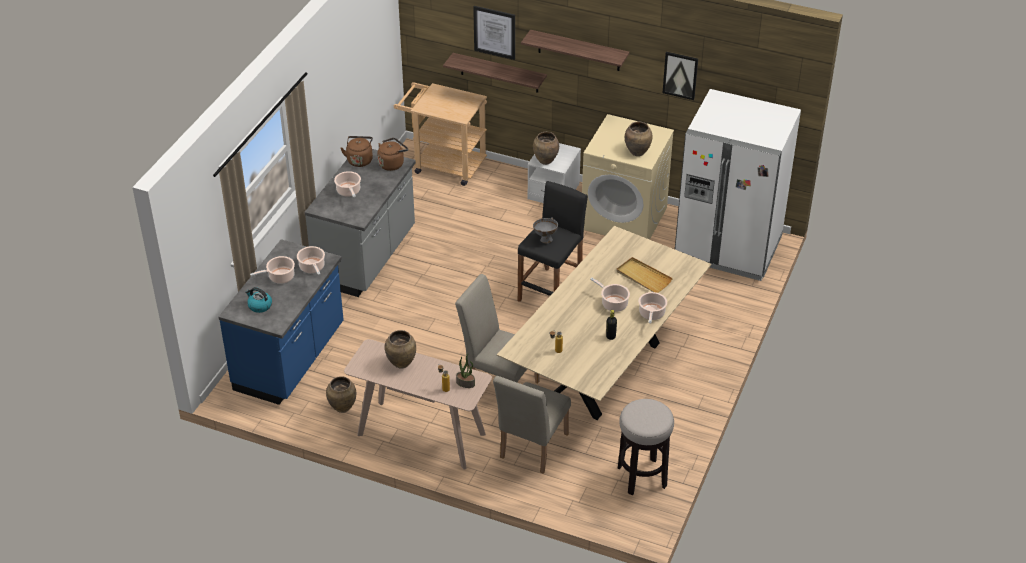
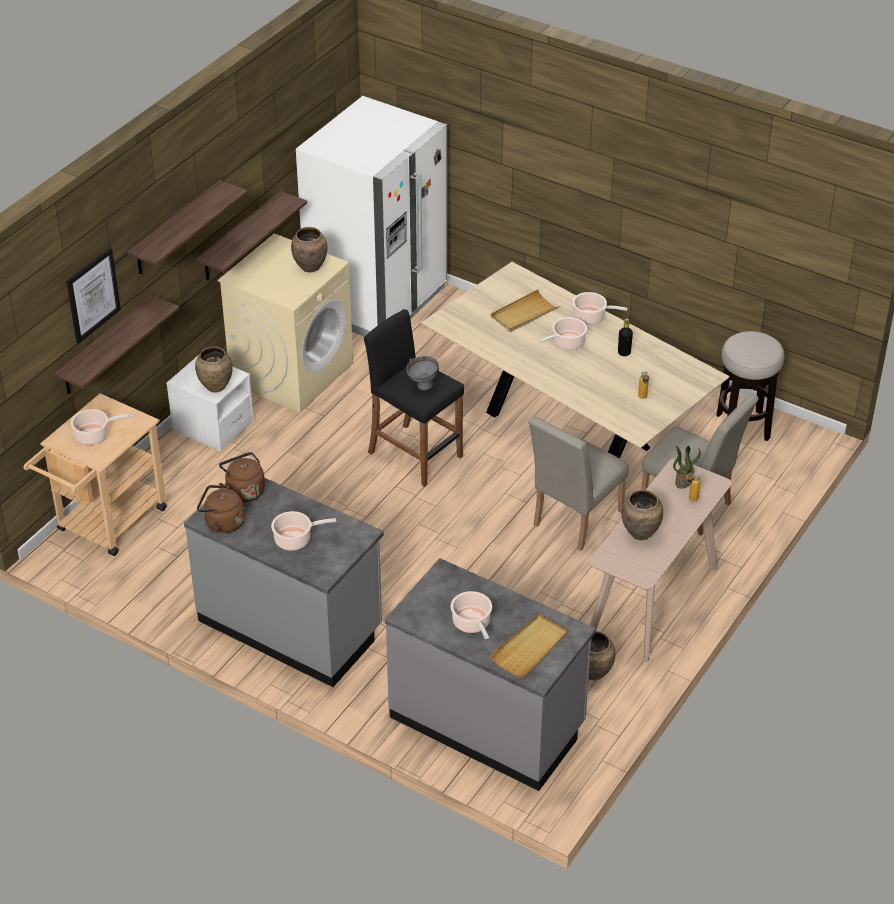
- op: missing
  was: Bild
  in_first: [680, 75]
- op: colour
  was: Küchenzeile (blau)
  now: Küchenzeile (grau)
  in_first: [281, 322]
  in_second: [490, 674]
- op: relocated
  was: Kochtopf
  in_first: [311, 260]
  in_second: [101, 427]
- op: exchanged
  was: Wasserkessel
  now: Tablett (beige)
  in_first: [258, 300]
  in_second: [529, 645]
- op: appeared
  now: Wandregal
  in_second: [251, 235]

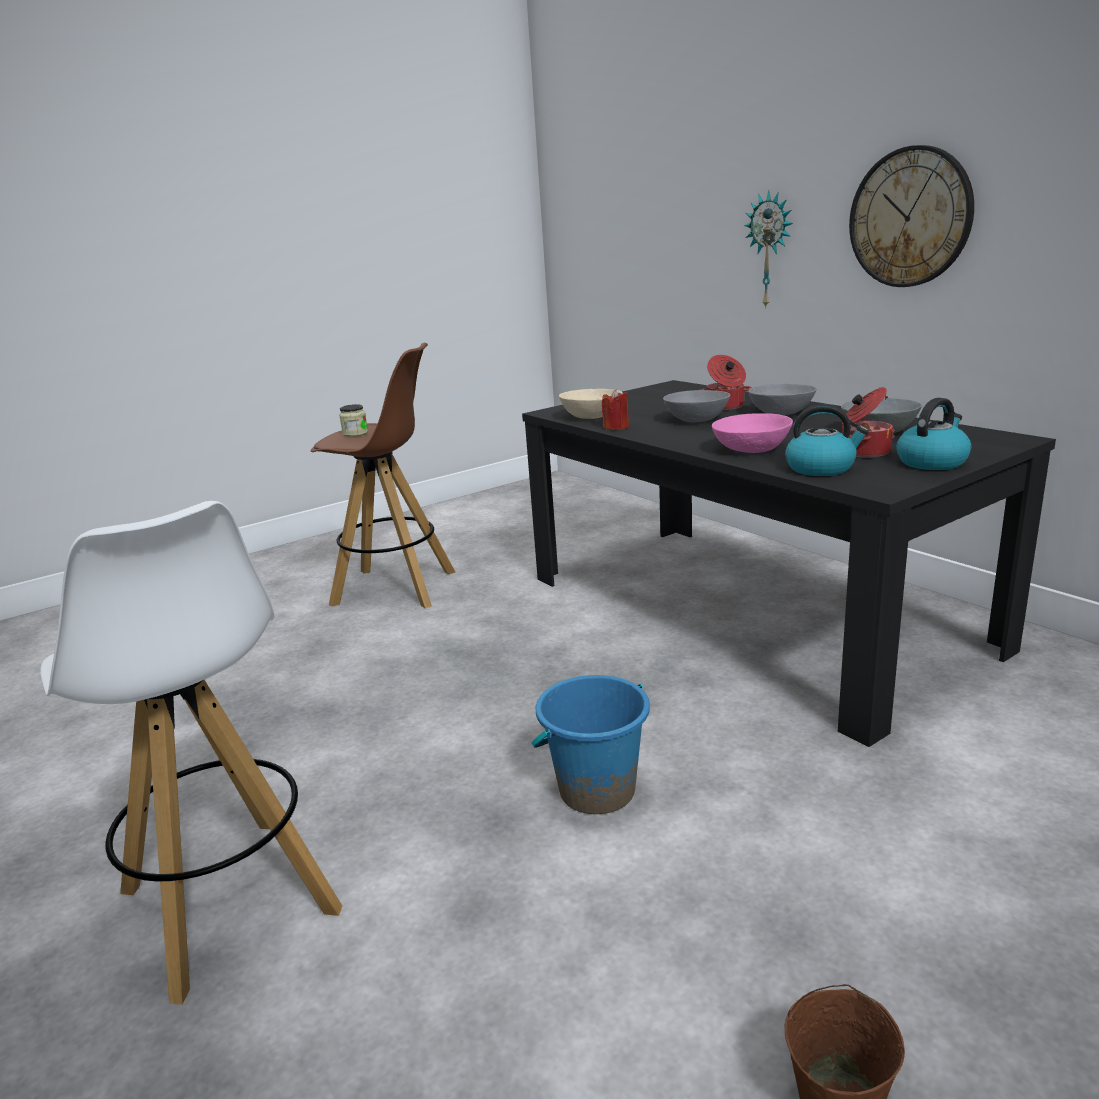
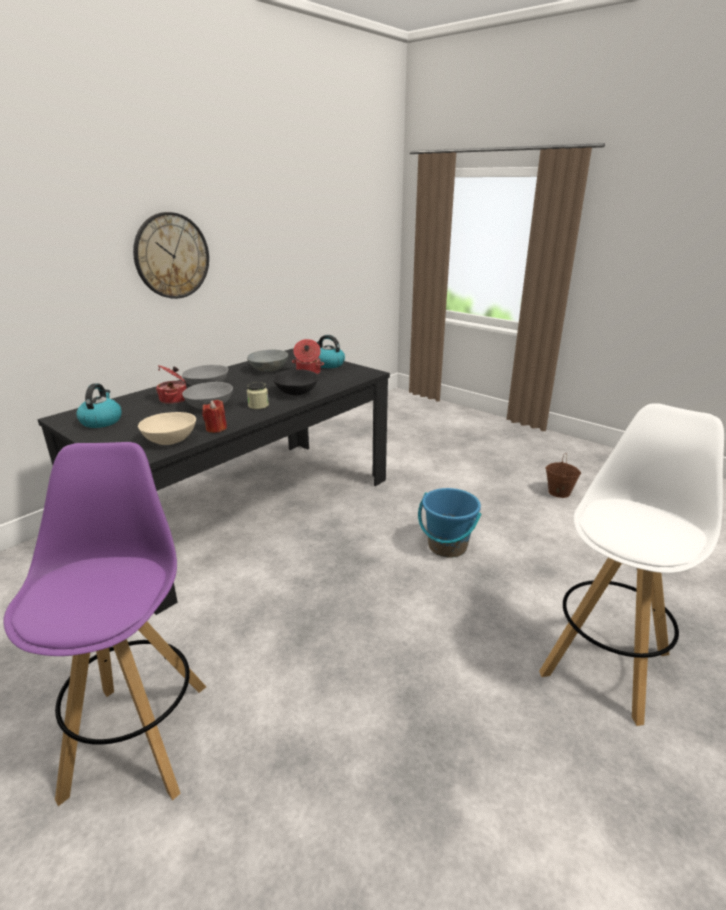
- op: missing
  was: Wanduhr
  in_first: [768, 250]
- op: colour
  was: Hocker (braun)
  now: Hocker (lila)
  in_first: [383, 475]
  in_second: [104, 624]
- op: relocated
  was: Vorratsglas
  in_first: [353, 420]
  in_second: [258, 395]
- op: relocated
  was: Wasserkessel
  in_first: [827, 440]
  in_second: [99, 405]
- op: colour
  was: Schüssel (rosa)
  now: Schüssel (schwarz)
  in_first: [752, 433]
  in_second: [295, 382]

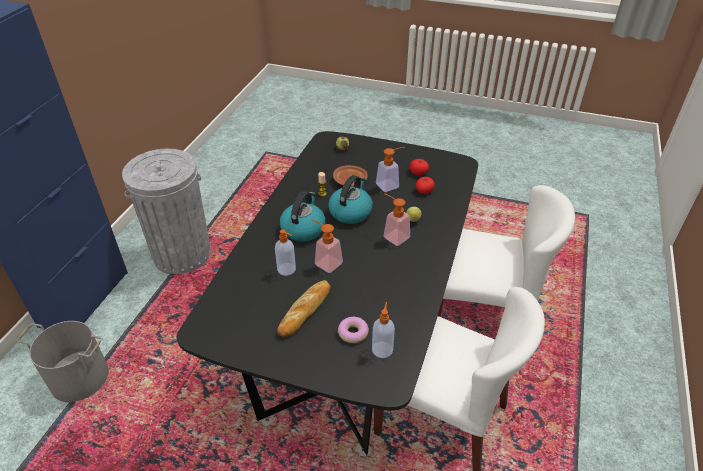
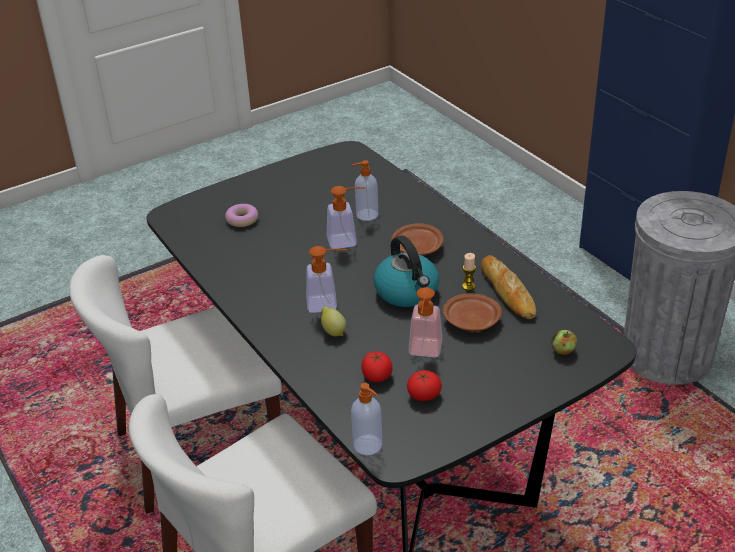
- op: exchanged
  was: Wasserkessel
  now: Teller (braun)
  in_first: [303, 216]
  in_second: [417, 239]
- op: relocated
  was: Brot
  in_first: [304, 308]
  in_second: [508, 287]
- op: relocated
  was: Seifenspender
  in_first: [383, 330]
  in_second: [366, 419]
- op: missing
  was: Eimer (grau)
  in_first: [62, 362]

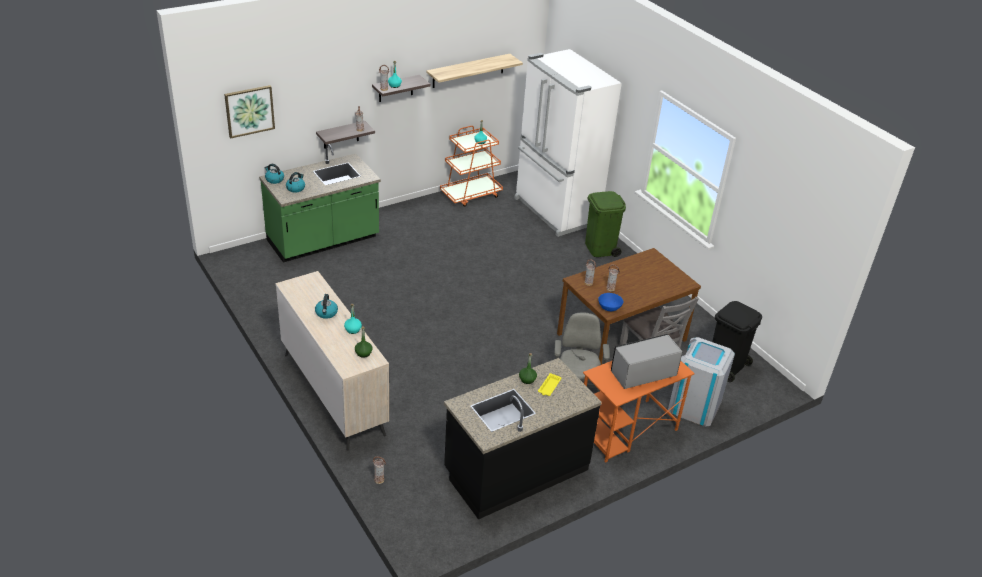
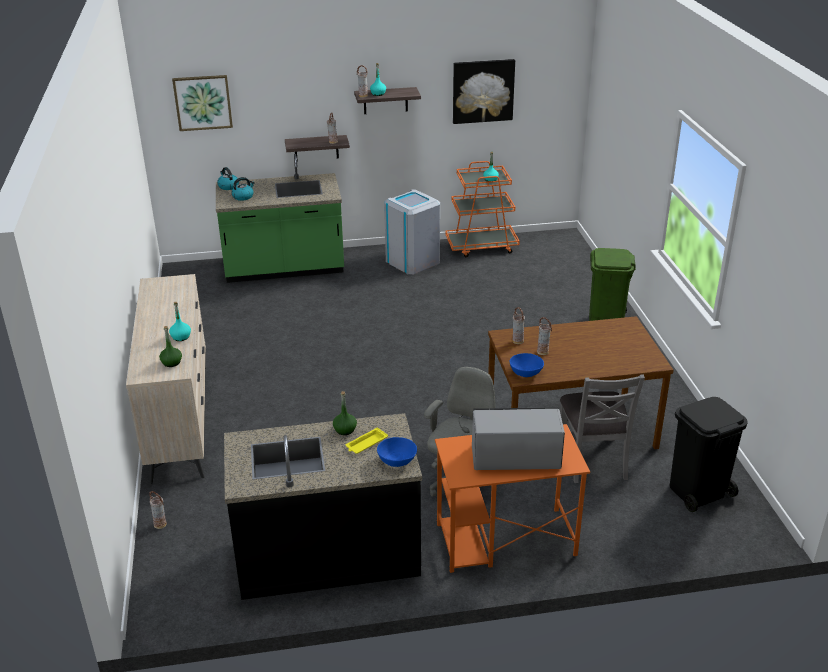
- op: missing
  was: Kühlschrank (weiß)
  in_first: [568, 143]
- op: exchanged
  was: Wandregal
  now: Bild
  in_first: [474, 71]
  in_second: [484, 91]
- op: missing
  was: Wasserkessel
  in_first: [326, 306]
- op: relocated
  was: Mülleimer (grau)
  in_first: [701, 382]
  in_second: [412, 232]
- op: appeared
  now: Schüssel (blau)
  in_second: [397, 452]

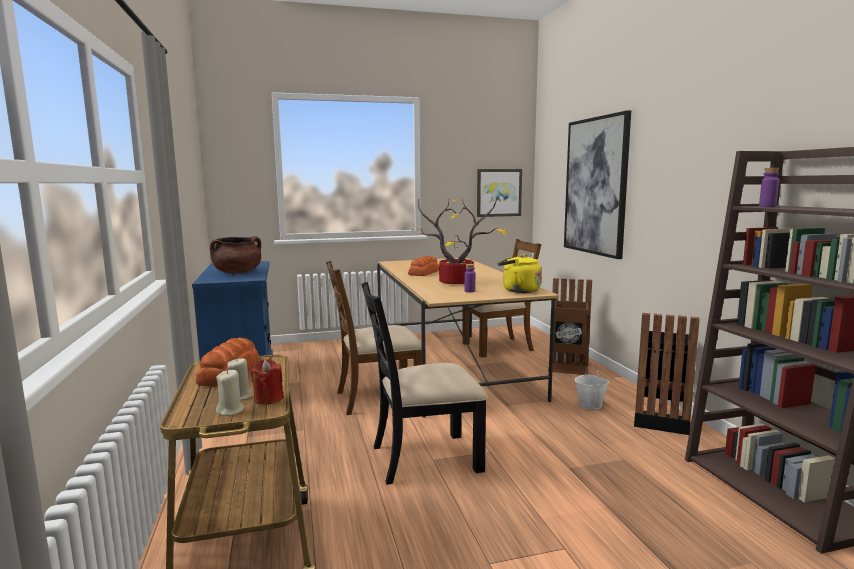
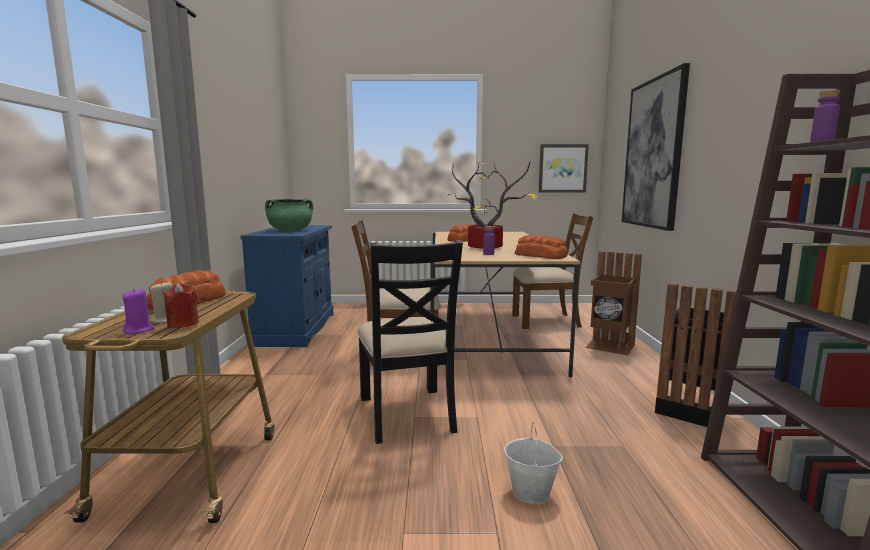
- op: colour
  was: Kochtopf (braun)
  now: Kochtopf (grün)
  in_first: [235, 254]
  in_second: [289, 215]
- op: exchanged
  was: Wasserkessel (gelb)
  now: Brot
  in_first: [520, 274]
  in_second: [541, 247]
- op: spun
  was: Stuhl (schwarz)
  in_first: [424, 383]
  in_second: [410, 342]
  clockwise: -105
- op: relocated
  was: Eimer (weiß)
  in_first: [592, 386]
  in_second: [533, 463]
- op: colour
  was: Kerze (beige)
  now: Kerze (lila)
  in_first: [230, 393]
  in_second: [138, 311]

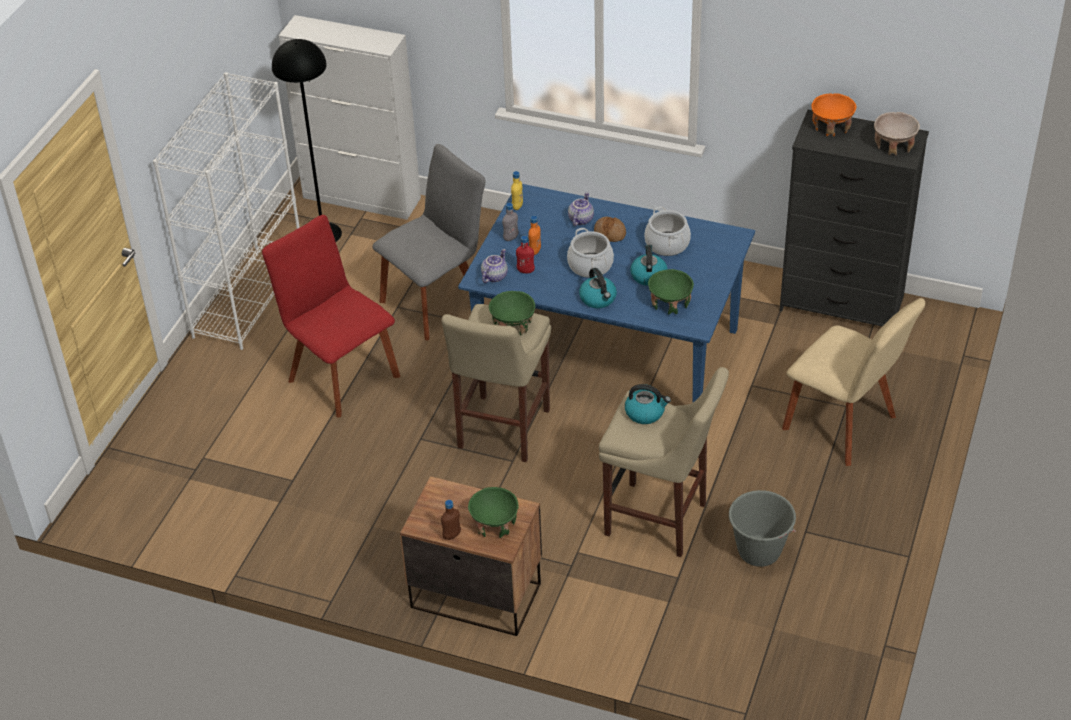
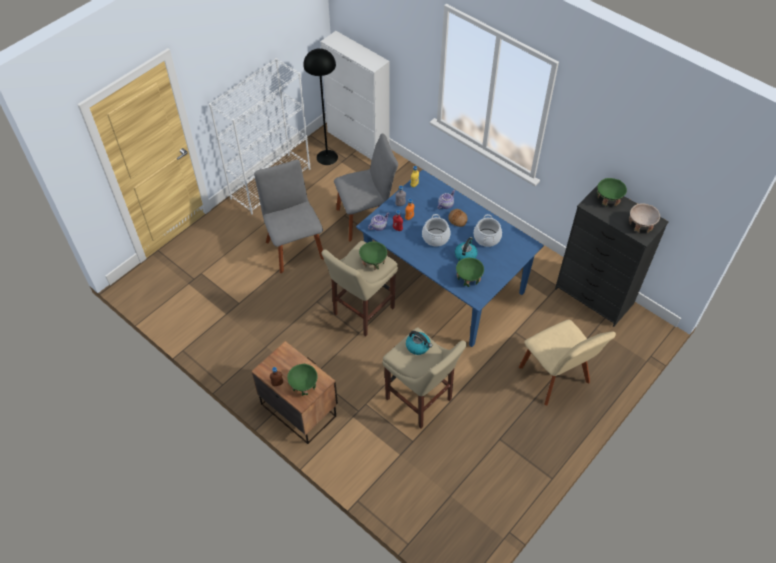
- op: colour
  was: Schüssel (orange)
  now: Schüssel (grün)
  in_first: [833, 114]
  in_second: [612, 192]
- op: colour
  was: Stuhl (rot)
  now: Stuhl (grau)
  in_first: [331, 316]
  in_second: [289, 216]
- op: missing
  was: Wasserkessel
  in_first: [598, 288]
- op: missing
  was: Eimer (grau)
  in_first: [762, 528]

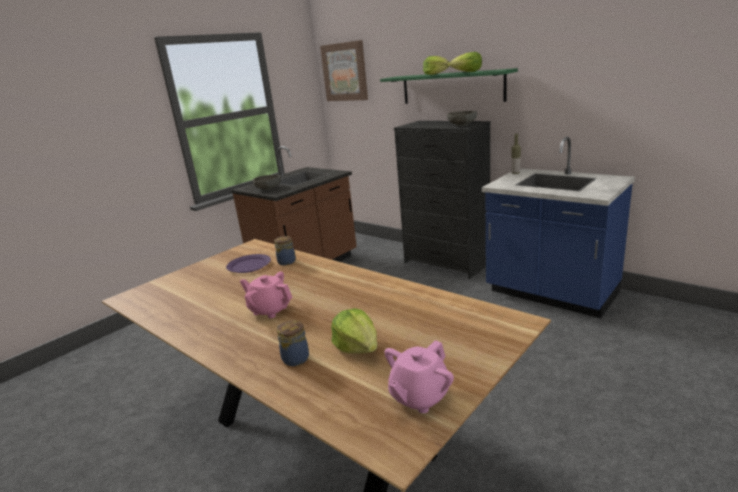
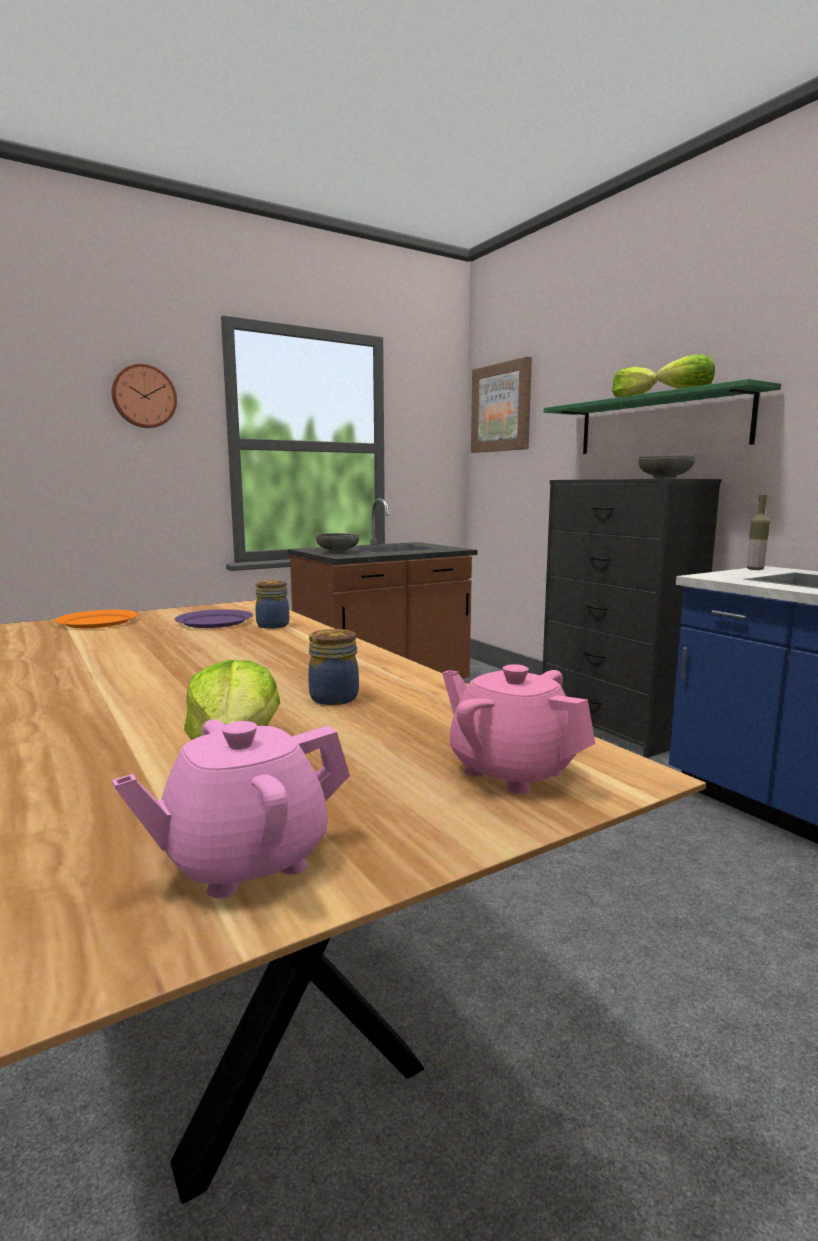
- op: relocated
  was: Teekanne (rosa)
  in_first: [266, 295]
  in_second: [518, 729]
- op: relocated
  was: Vorratsglas
  in_first: [293, 343]
  in_second: [333, 667]
- op: appeared
  now: Wanduhr
  in_second: [144, 396]
- op: appeared
  now: Teller (orange)
  in_second: [96, 619]

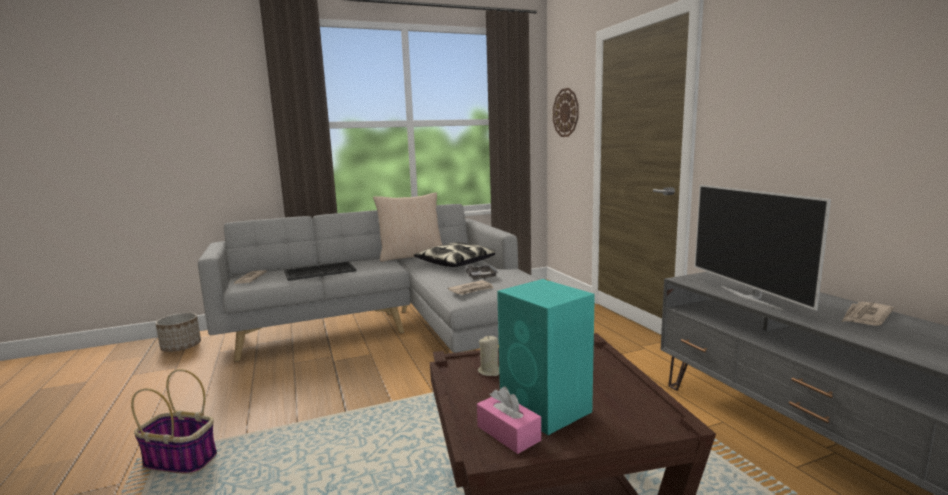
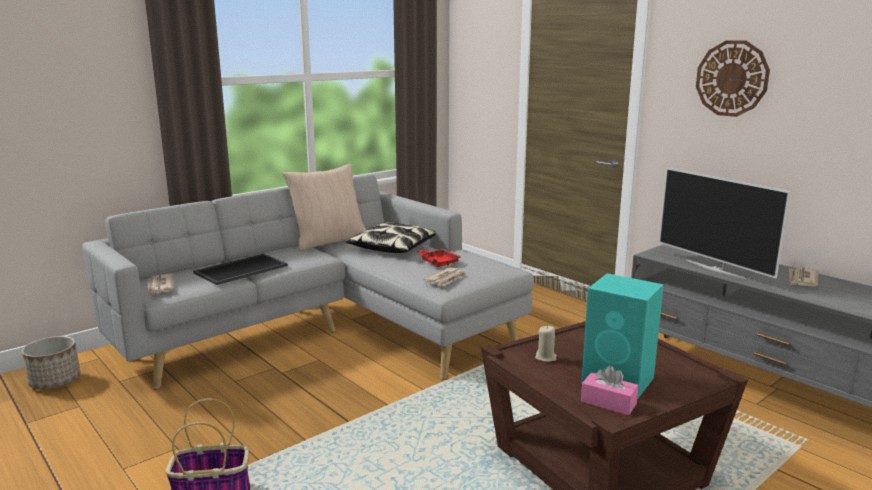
- op: relocated
  was: Wanduhr
  in_first: [566, 112]
  in_second: [733, 78]
- op: colour
  was: Tablett (grau)
  now: Tablett (rot)
  in_first: [482, 272]
  in_second: [439, 258]

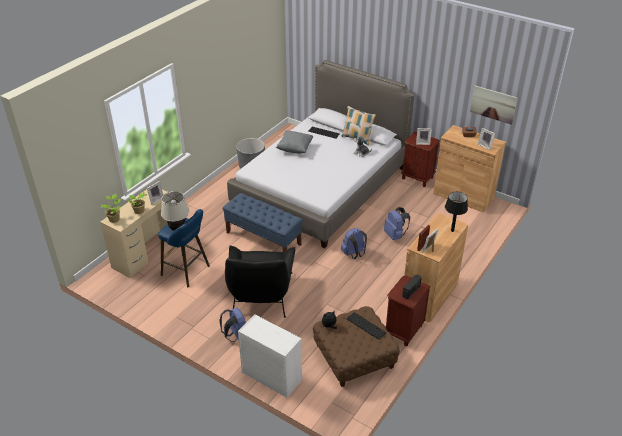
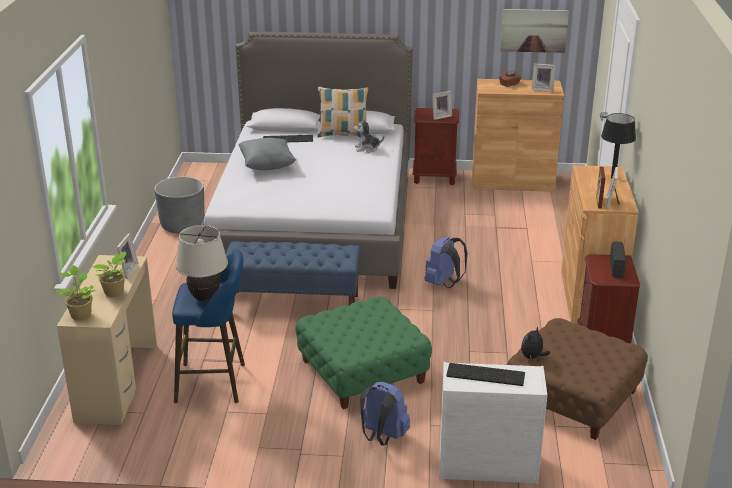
- op: missing
  was: Rucksack (blau)
  in_first: [397, 223]
- op: exchanged
  was: Sessel (schwarz)
  now: Polsterhocker (grün)
  in_first: [260, 282]
  in_second: [363, 352]
- op: relocated
  was: Tastatur
  in_first: [367, 326]
  in_second: [485, 374]

